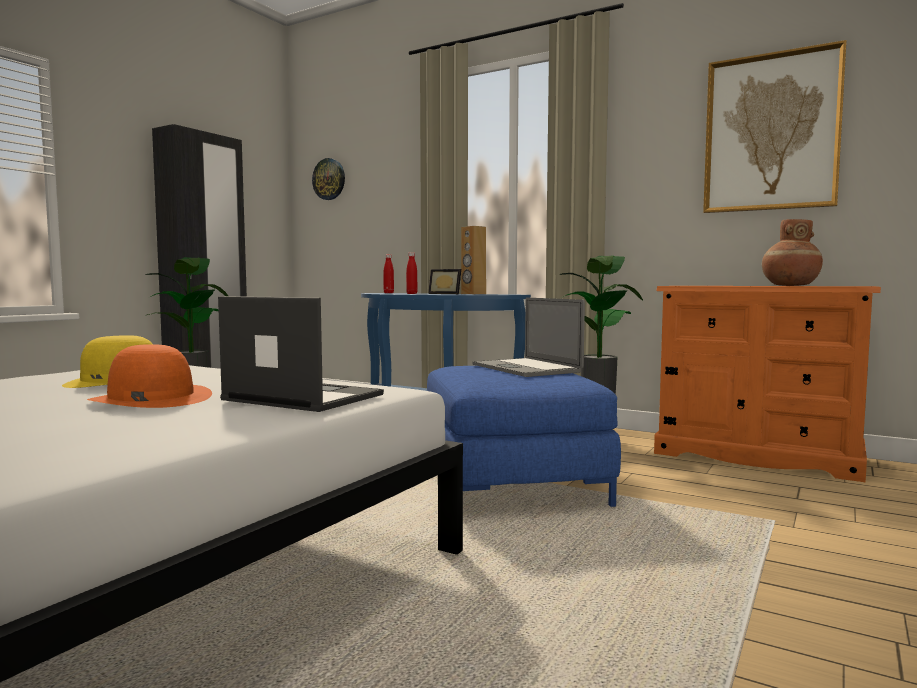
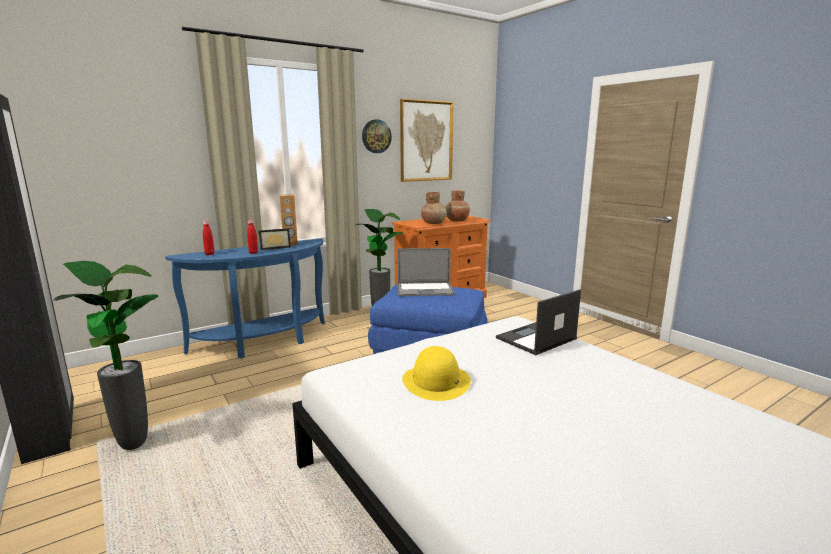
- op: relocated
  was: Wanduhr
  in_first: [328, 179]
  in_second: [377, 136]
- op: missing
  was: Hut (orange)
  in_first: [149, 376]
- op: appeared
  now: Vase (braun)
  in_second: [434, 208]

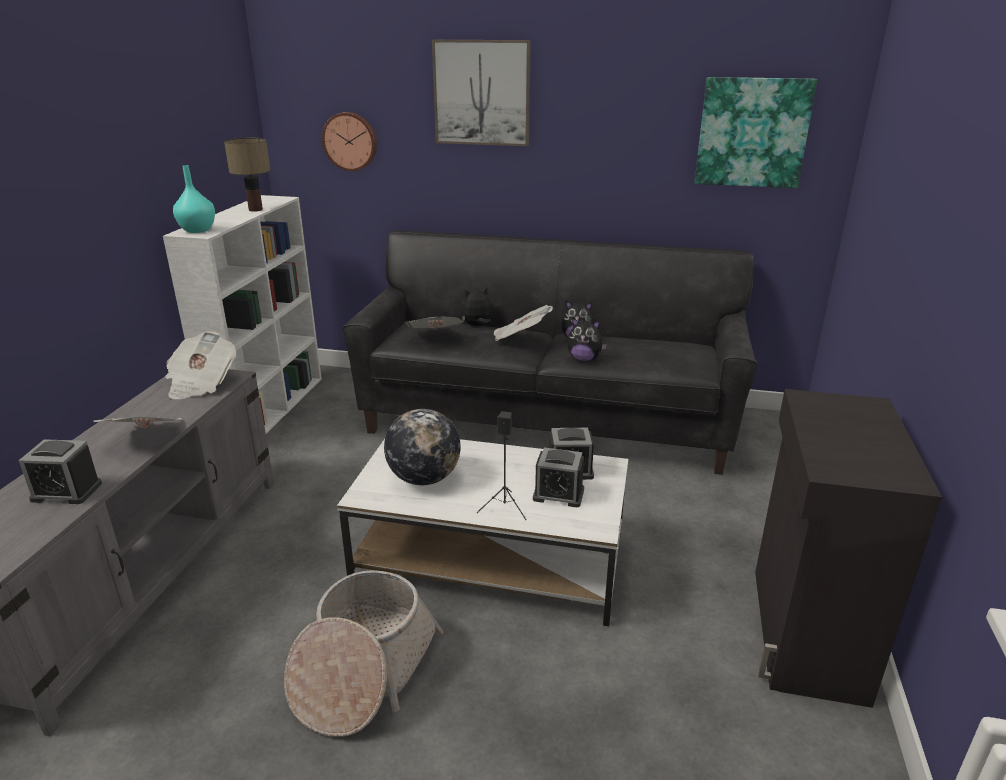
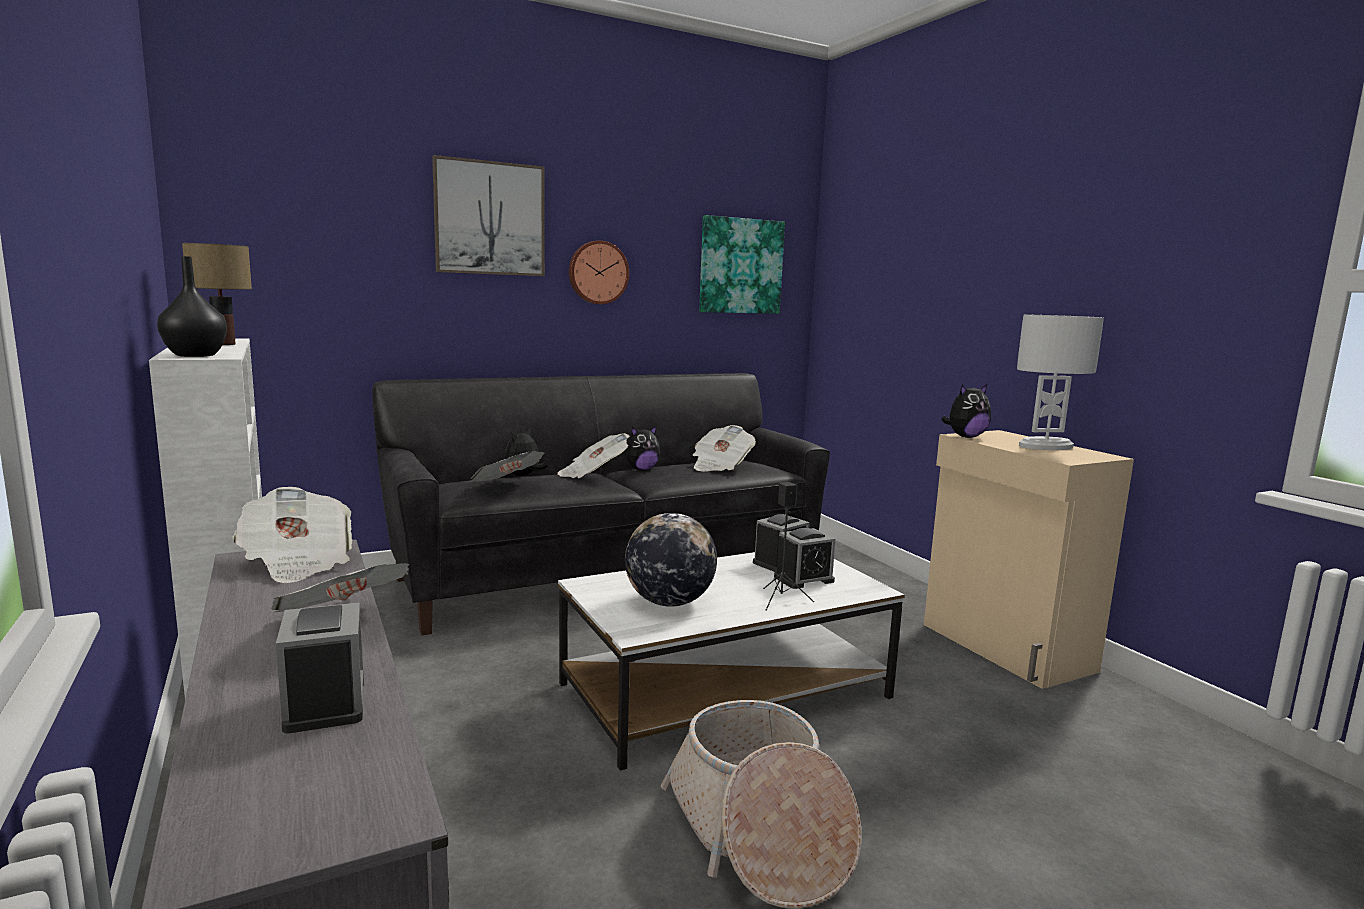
- op: relocated
  was: Wanduhr
  in_first: [349, 141]
  in_second: [599, 272]
- op: colour
  was: Vase (türkis)
  now: Vase (schwarz)
  in_first: [194, 199]
  in_second: [192, 306]
- op: relocated
  was: Plüschtier
  in_first: [587, 339]
  in_second: [966, 411]
- op: colour
  was: Schrank (schwarz)
  now: Schrank (beige)
  in_first: [848, 548]
  in_second: [1029, 559]
- op: spun
  was: Wecker
  in_first: [60, 471]
  in_second: [320, 668]
  clockwise: -75
- op: appeared
  now: Tischlampe (weiß)
  in_second: [1060, 382]
- op: appeared
  now: Zeitung
  in_second: [724, 448]

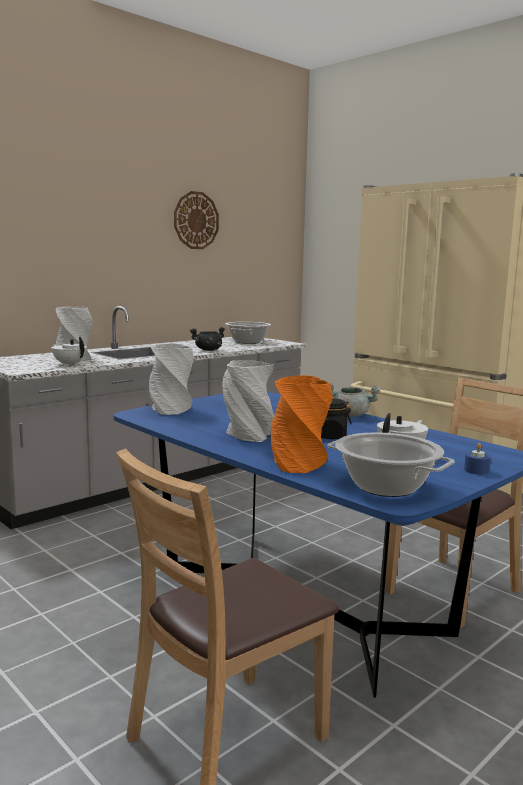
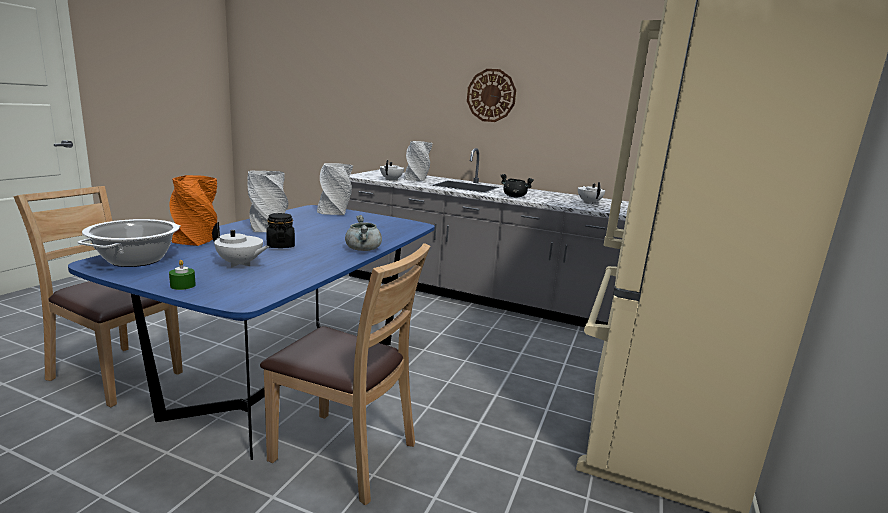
- op: relocated
  was: Wanduhr
  in_first: [196, 220]
  in_second: [491, 95]
- op: exchanged
  was: Kochtopf
  now: Teekanne (weiß)
  in_first: [248, 333]
  in_second: [591, 193]
- op: colour
  was: Kerze (blau)
  now: Kerze (grün)
  in_first: [477, 459]
  in_second: [182, 275]

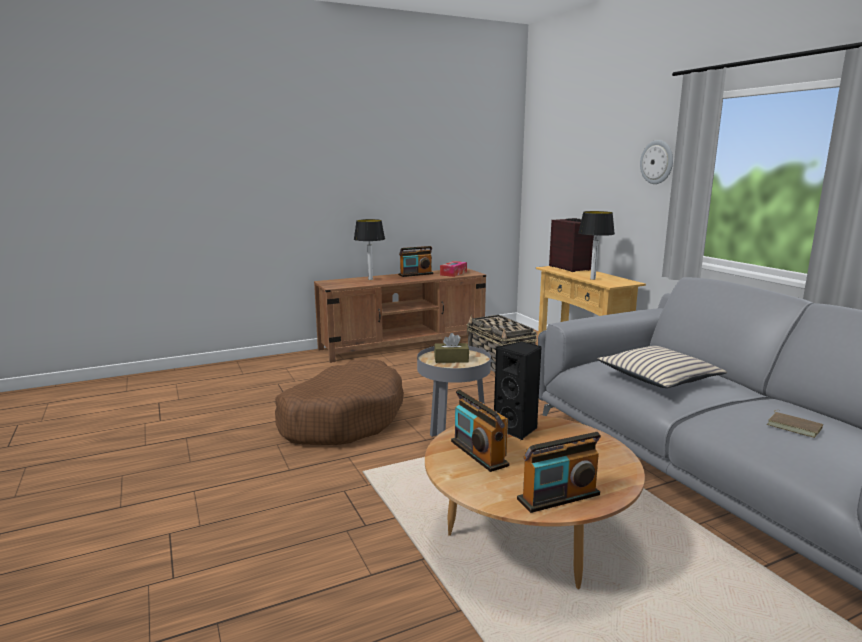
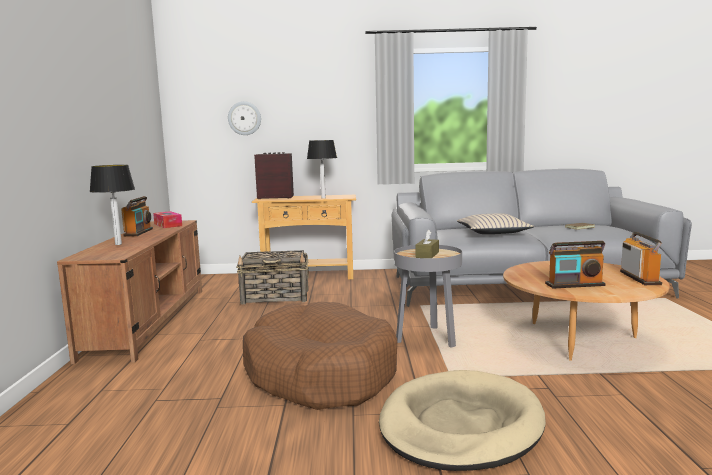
- op: relocated
  was: Wanduhr
  in_first: [656, 162]
  in_second: [244, 118]
- op: missing
  was: Lautsprecher (schwarz)
  in_first: [518, 390]
- op: appeared
  now: Hundebett (beige)
  in_second: [462, 420]

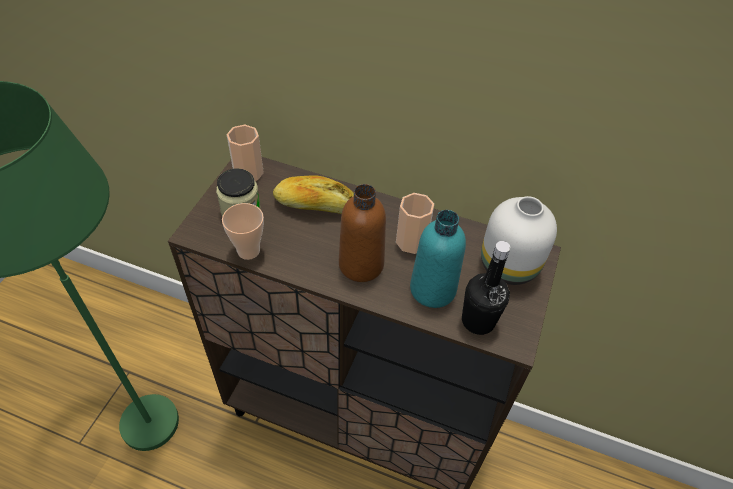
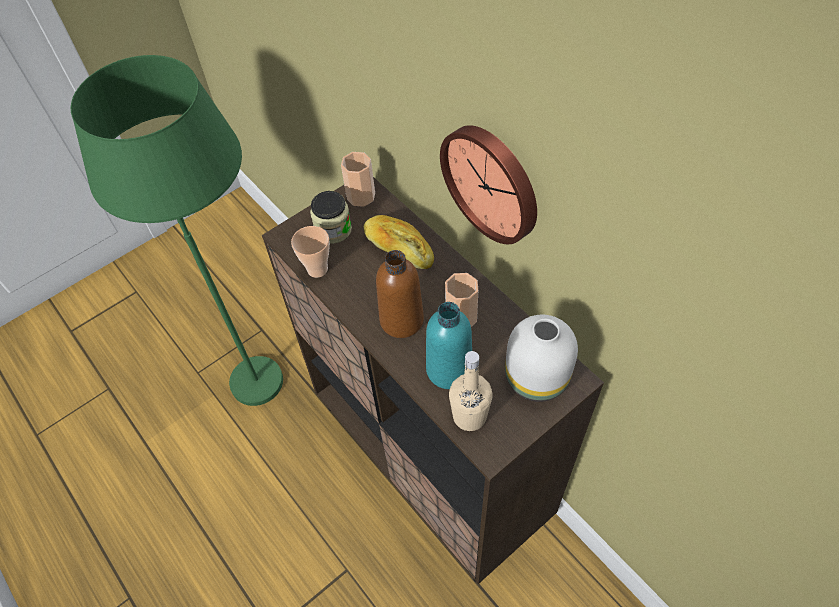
- op: colour
  was: Flasche (schwarz)
  now: Flasche (beige)
  in_first: [486, 288]
  in_second: [471, 391]
- op: appeared
  now: Wanduhr
  in_second: [488, 184]

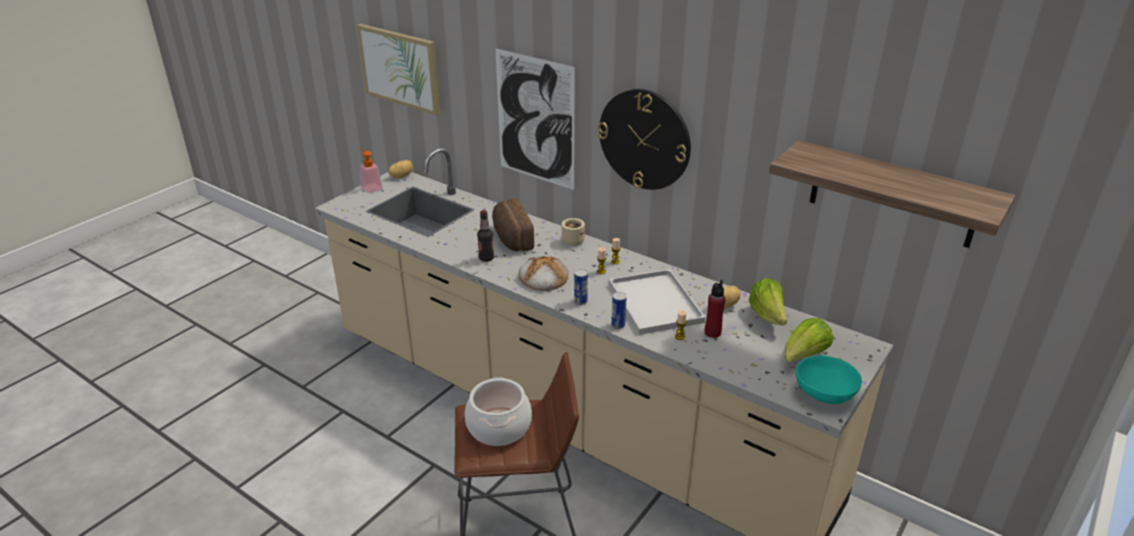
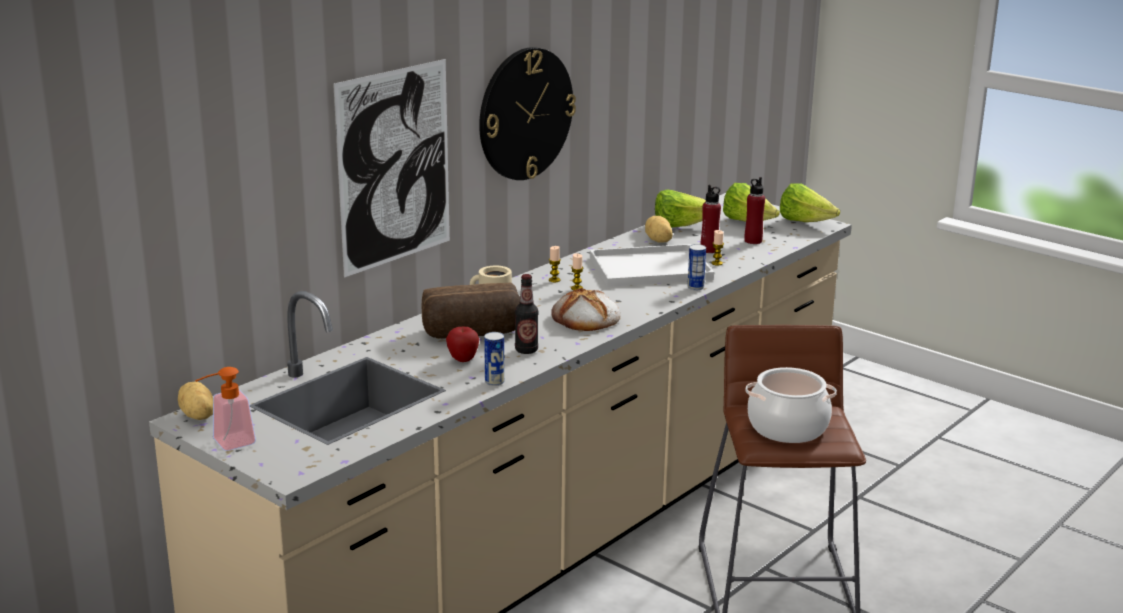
- op: missing
  was: Bild
  in_first: [399, 69]
- op: missing
  was: Wandregal
  in_first: [892, 194]
- op: relocated
  was: Dose
  in_first: [581, 287]
  in_second: [494, 359]
- op: exchanged
  was: Schüssel (türkis)
  now: Salatkopf
  in_first: [829, 379]
  in_second: [810, 202]
- op: appeared
  now: Flasche (rot)
  in_second: [754, 210]
- op: appeared
  now: Apfel
  in_second: [462, 344]

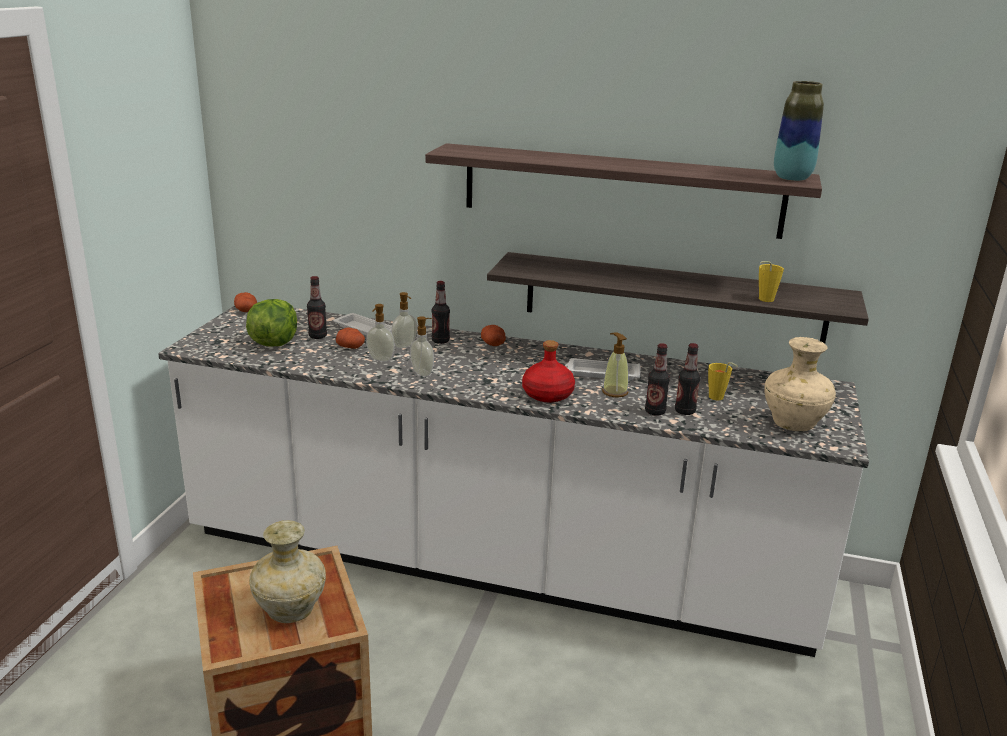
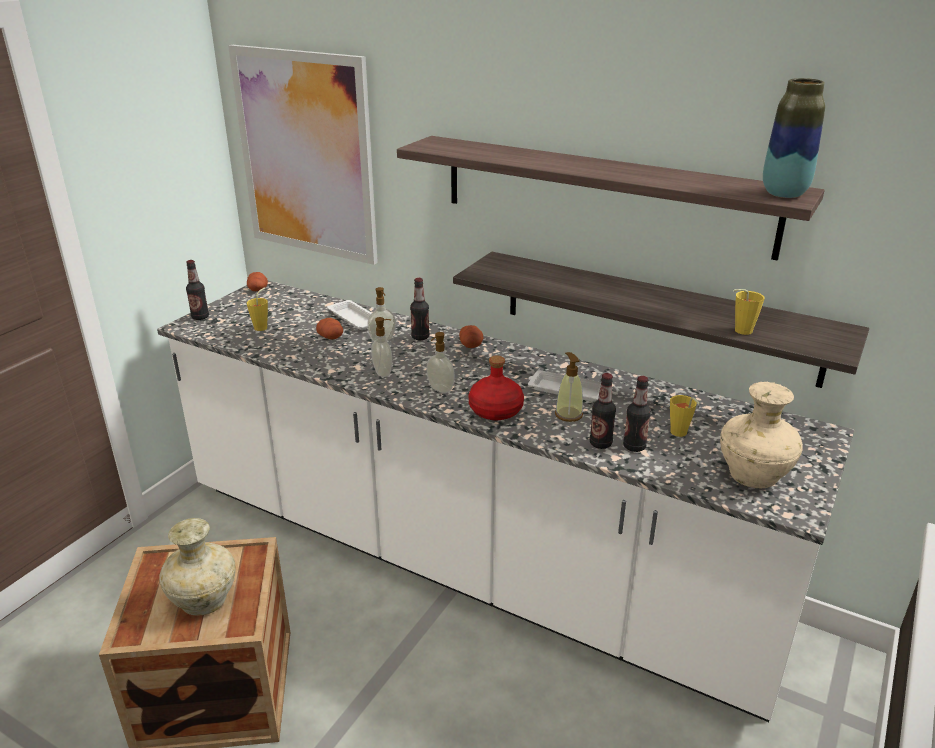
- op: relocated
  was: Flasche
  in_first: [317, 307]
  in_second: [197, 290]
- op: exchanged
  was: Salatkopf
  now: Tasse (gelb)
  in_first: [271, 322]
  in_second: [257, 309]
- op: relocated
  was: Seifenspender
  in_first: [380, 333]
  in_second: [440, 362]
- op: appeared
  now: Bild
  in_second: [303, 155]

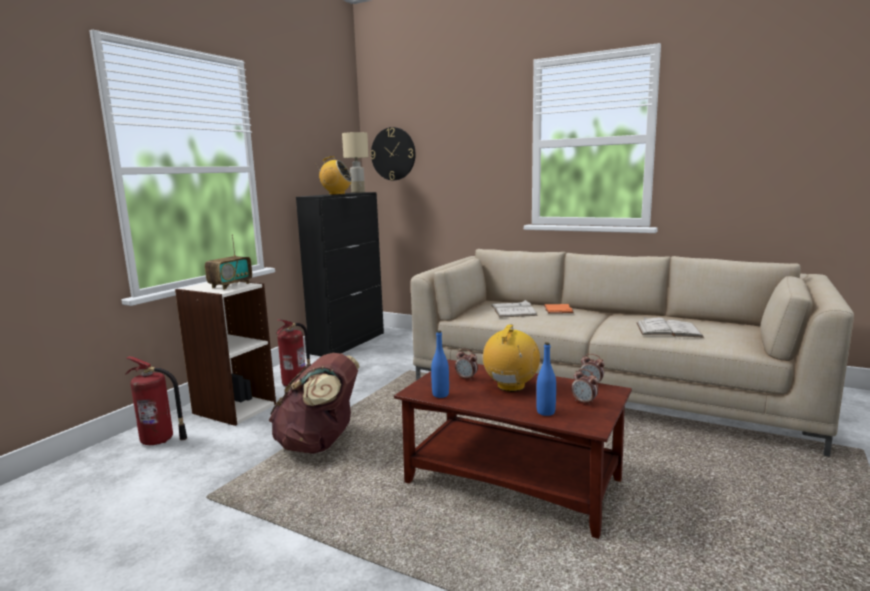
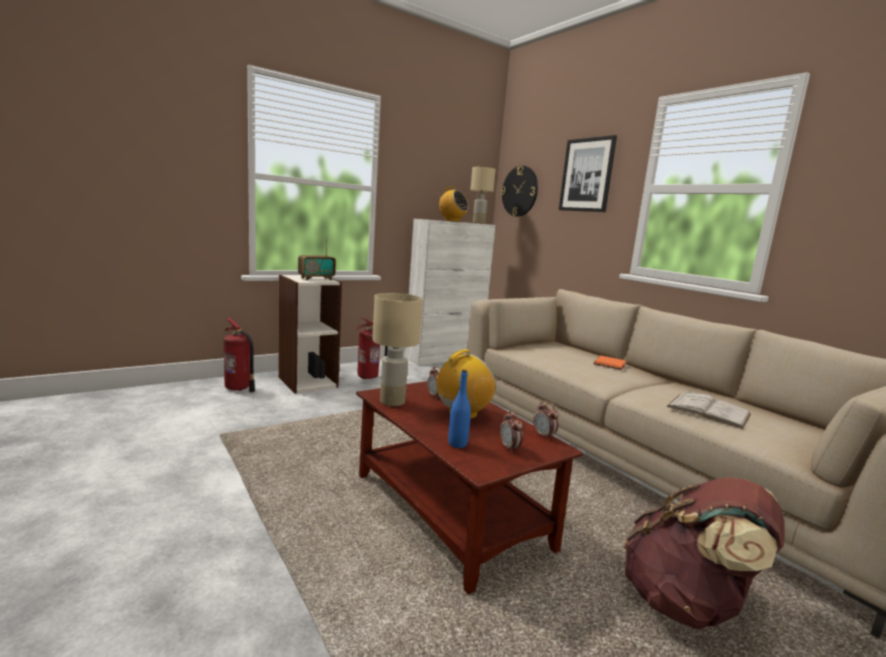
- op: colour
  was: Schrank (schwarz)
  now: Schrank (weiß)
  in_first: [340, 274]
  in_second: [450, 292]
- op: missing
  was: Buch (weiß)
  in_first: [514, 308]
- op: exchanged
  was: Flasche (blau)
  now: Tischlampe (beige)
  in_first: [440, 364]
  in_second: [397, 349]
- op: relocated
  was: Rucksack (braun)
  in_first: [314, 403]
  in_second: [704, 553]
- op: appeared
  now: Bild
  in_second: [588, 173]

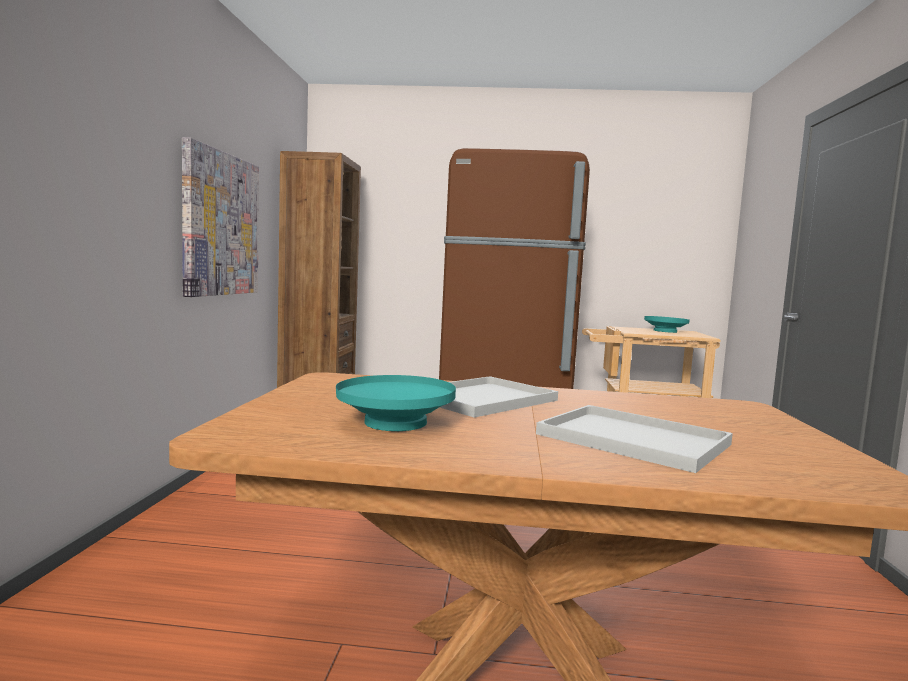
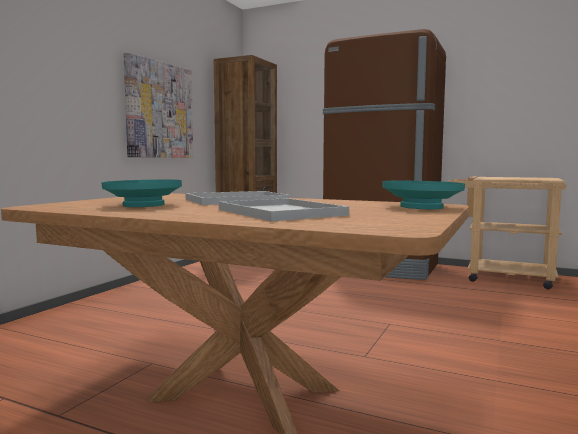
- op: relocated
  was: Schüssel (türkis)
  in_first: [667, 324]
  in_second: [423, 195]

